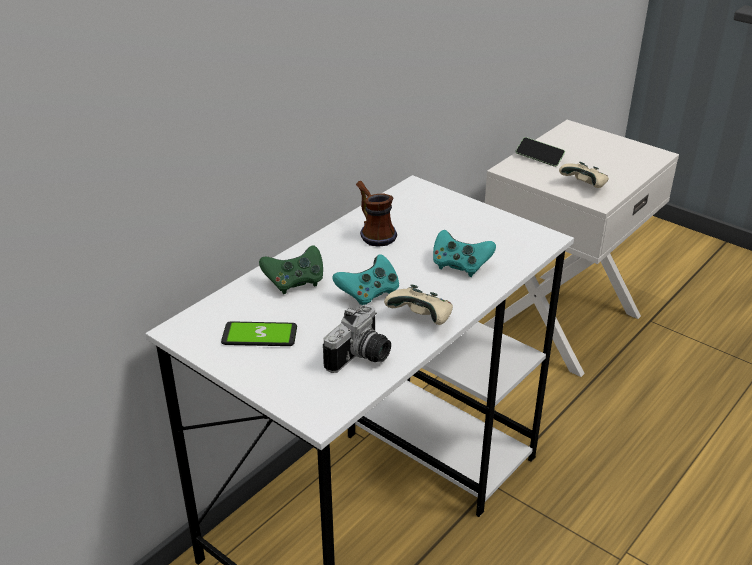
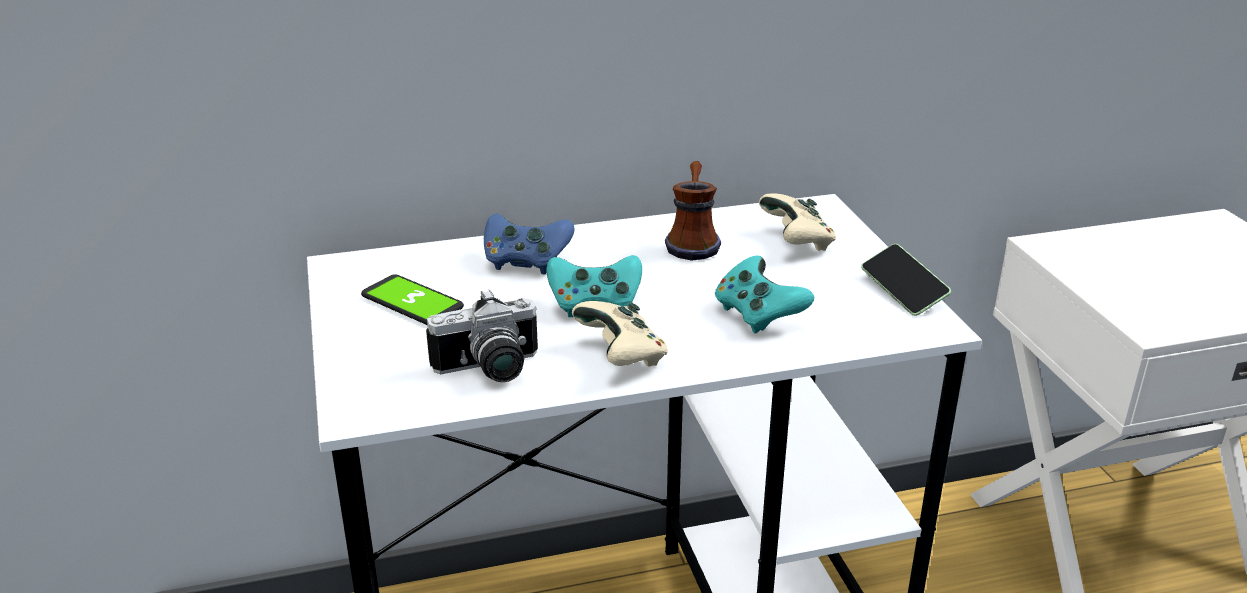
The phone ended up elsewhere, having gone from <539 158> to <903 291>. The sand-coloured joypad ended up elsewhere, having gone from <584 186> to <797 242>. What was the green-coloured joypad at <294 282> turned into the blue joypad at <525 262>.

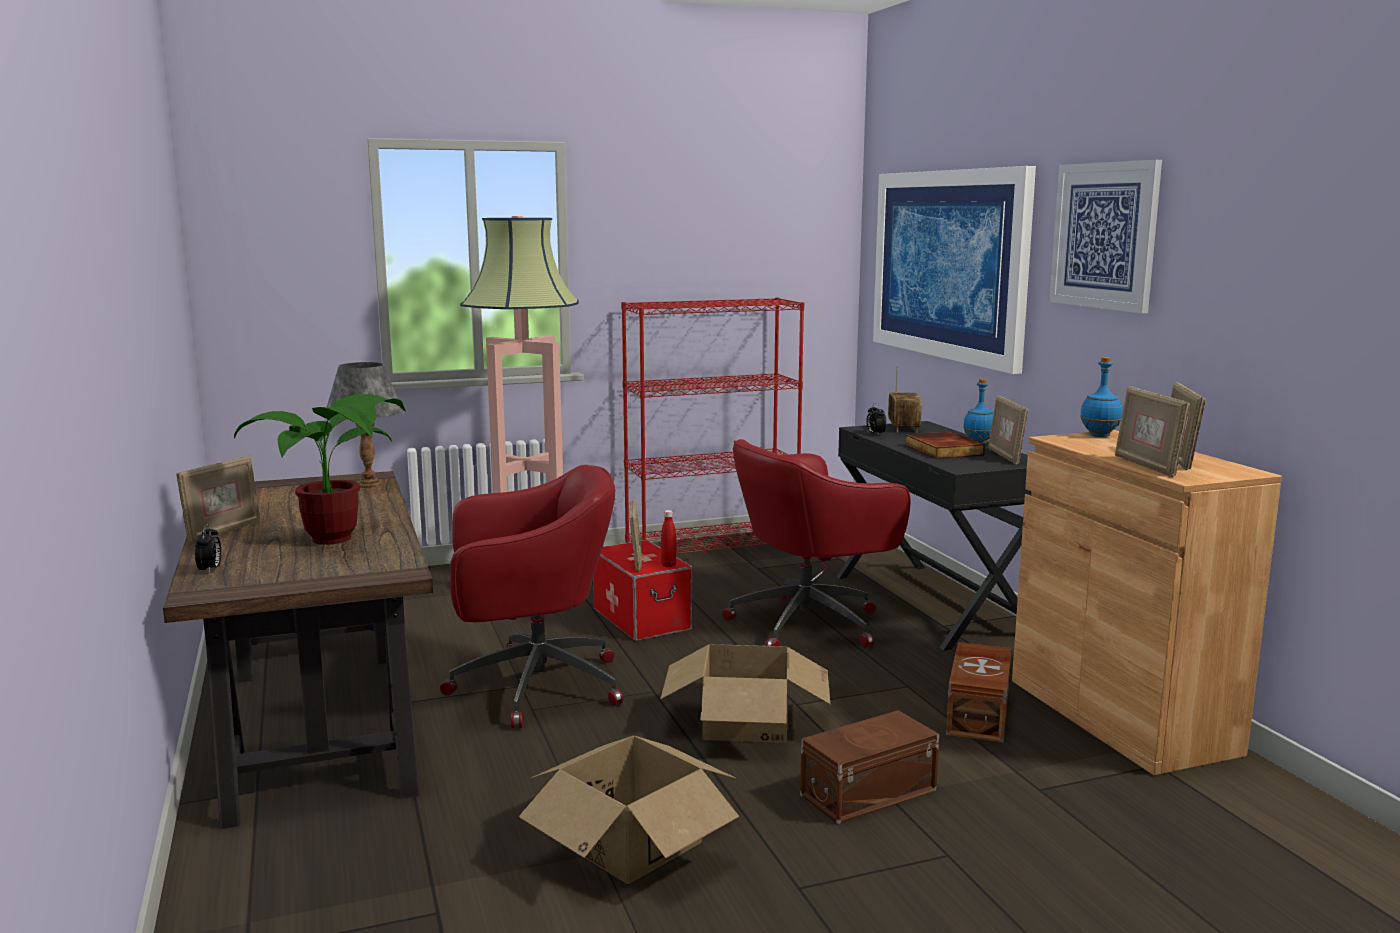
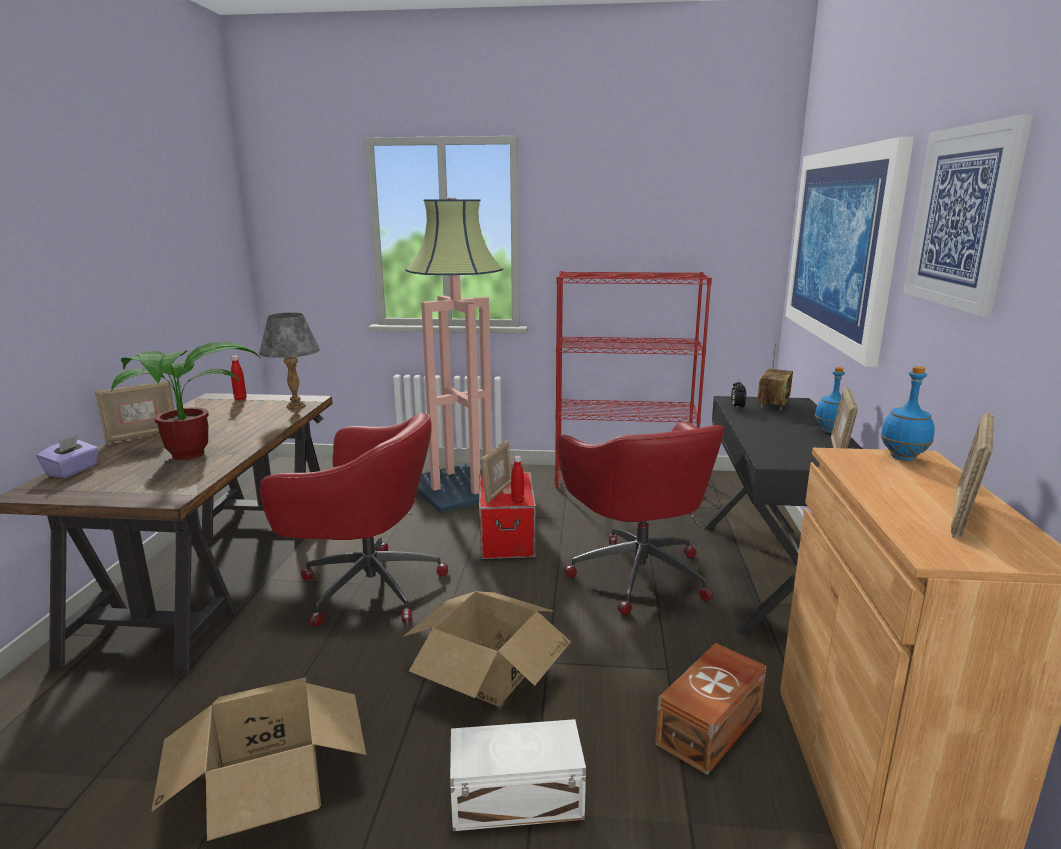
The second view lost the standing frame at <1146 466>. The second view lost the volume at <941 450>. The red computer chair at <810 623> ended up facing another way, 105 degrees counterclockwise from before. Where the bedside clock stood at <210 570>, the purple tissue holder came to stand at <73 470>. What was the brown storage container at <865 792> turned into the white-coloured storage container at <514 796>. The second view gained the red bottle at <240 399>.

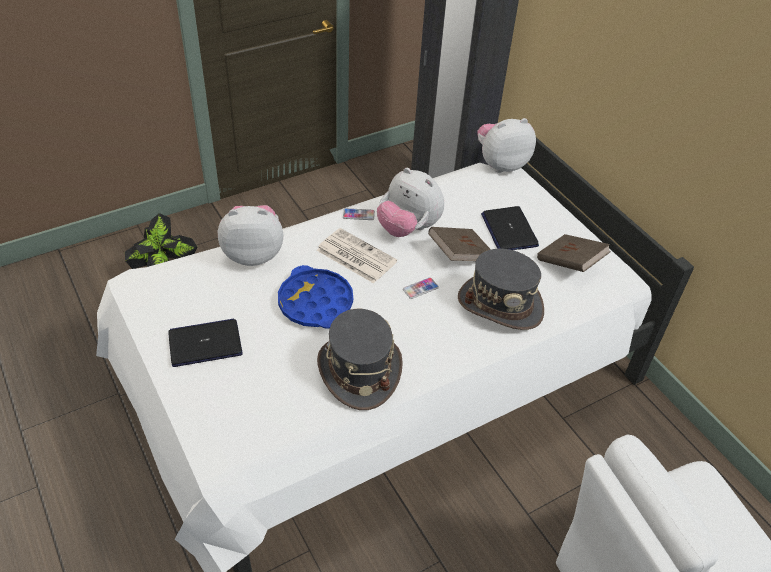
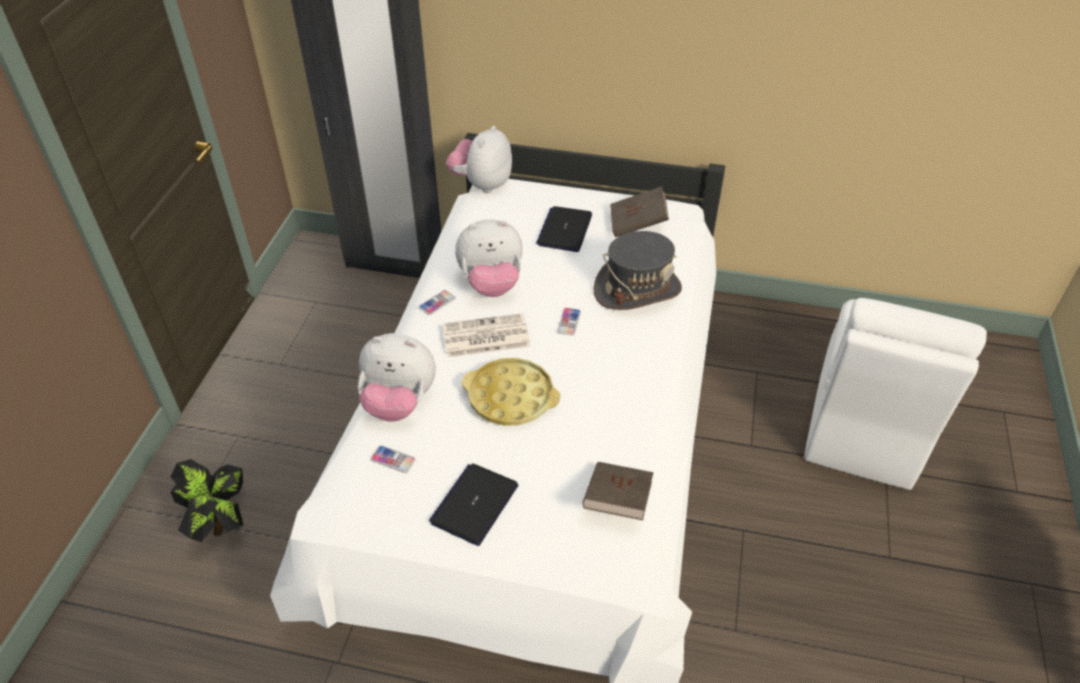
The cuddly toy at <253 254> ended up facing another way, 120 degrees counterclockwise from before. The laptop at <509 230> ended up facing another way, 75 degrees clockwise from before. The brown volume ended up elsewhere, having gone from <459 255> to <617 501>. What was the blue carrying tray at <315 303> turned into the yellowish carrying tray at <511 397>. The second view lost the gray wearable hat at <359 371>. The second view gained the phone at <393 460>.

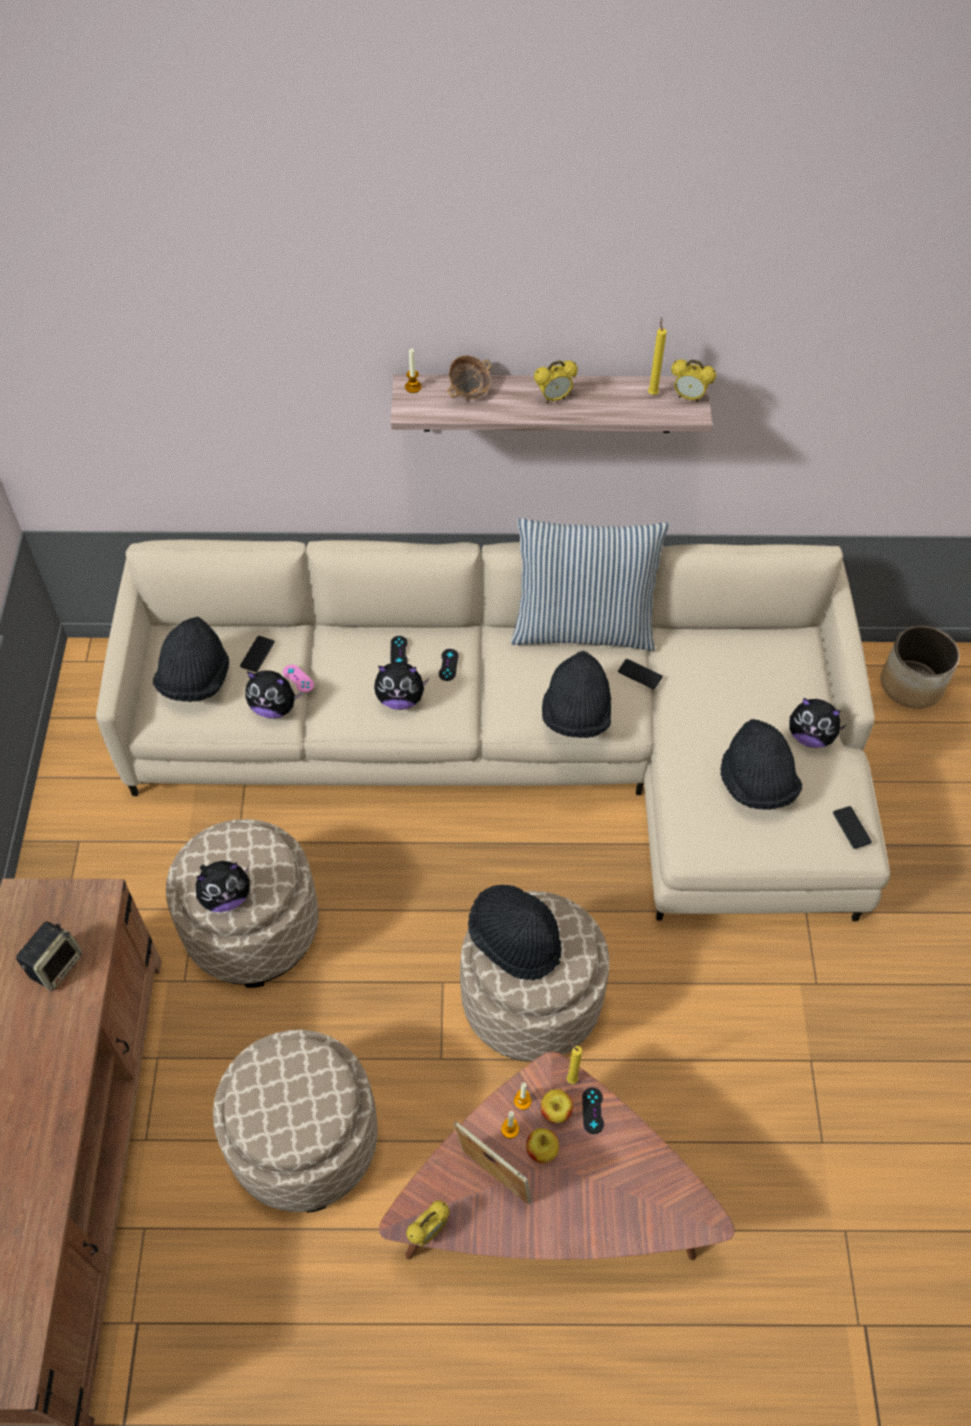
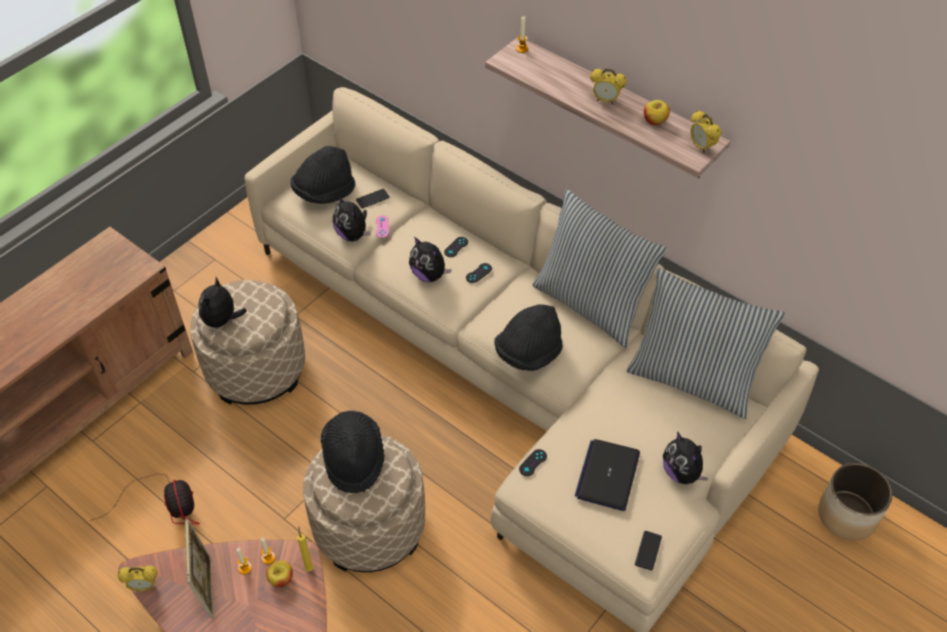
The second view lost the yellowish wax candle at <652 393>. The second view lost the serving bowl at <469 391>. The second view lost the phone at <640 674>. Where the black-coloured wearable hat stood at <756 783>, the laptop came to stand at <607 475>. The cuddly toy at <226 896> ended up facing another way, 90 degrees clockwise from before. The second view lost the audio speaker at <55 964>. Where the sand-coloured pouffe stood at <305 1141>, the electric fan came to stand at <167 505>. The black-coloured joypad ended up elsewhere, having gone from <593 1110> to <533 463>. The whole apple ended up elsewhere, having gone from <541 1150> to <654 121>. The second view gained the throw pillow at <692 379>.

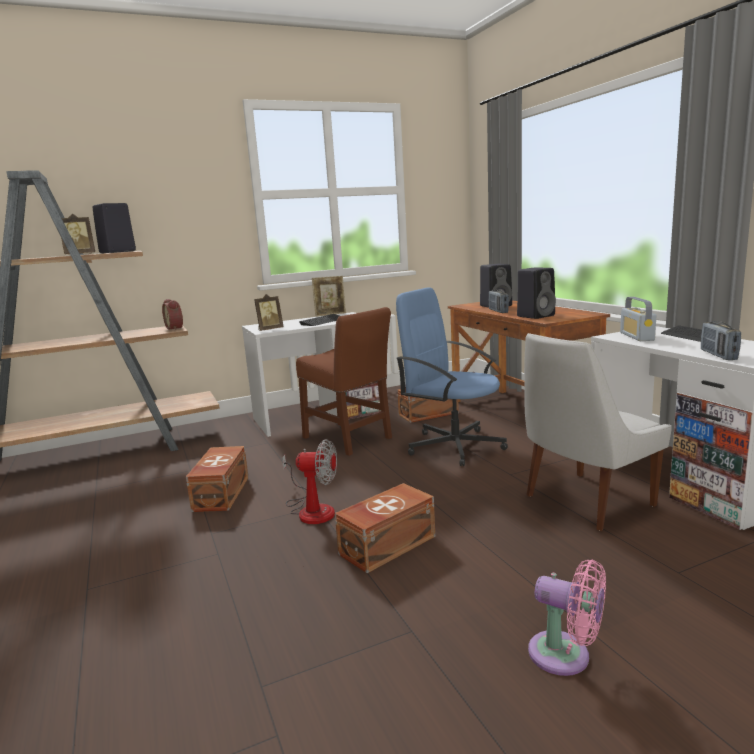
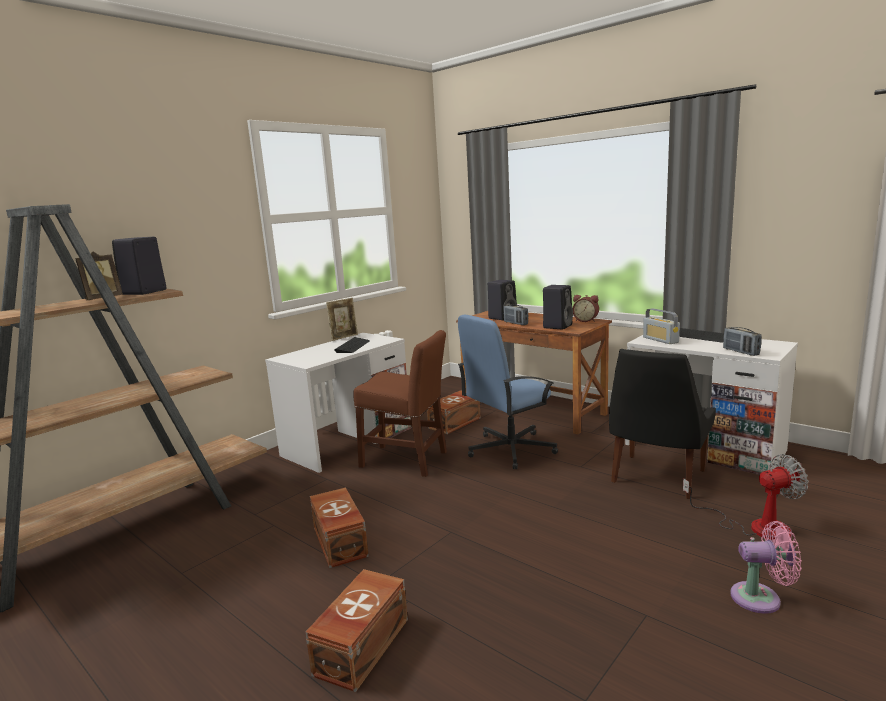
The blue computer chair at <454 446> ended up facing another way, 45 degrees counterclockwise from before. The second view lost the standing frame at <269 329>. The bedside clock ended up elsewhere, having gone from <176 328> to <586 320>. What was the white-coloured chair at <585 501> turned into the black-coloured chair at <657 478>. The electric fan ended up elsewhere, having gone from <312 509> to <755 526>. The brown storage container ended up elsewhere, having gone from <385 545> to <360 647>.

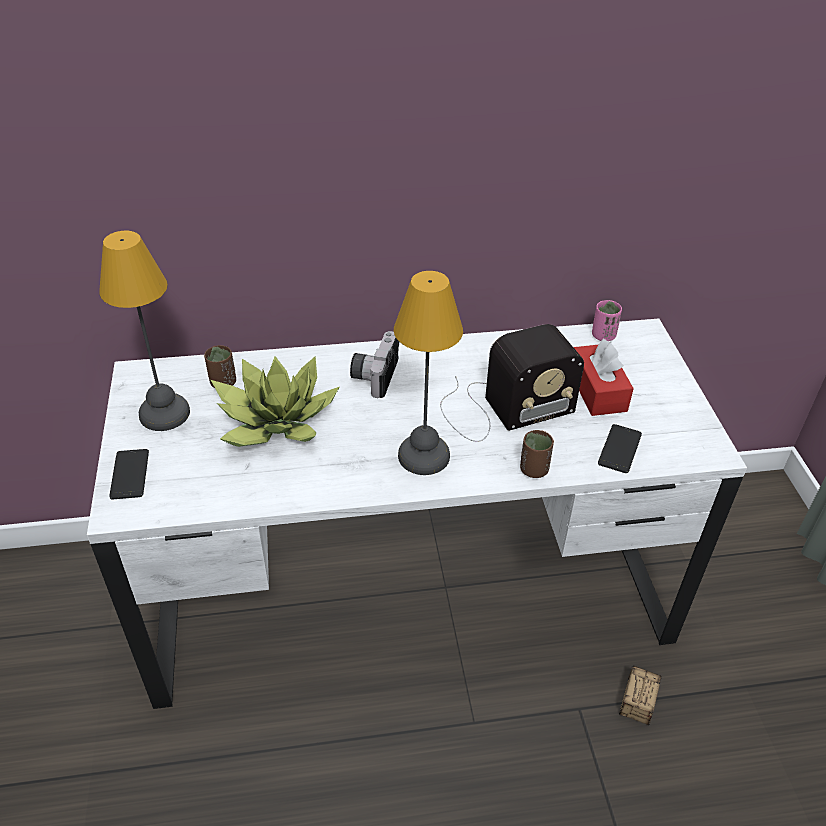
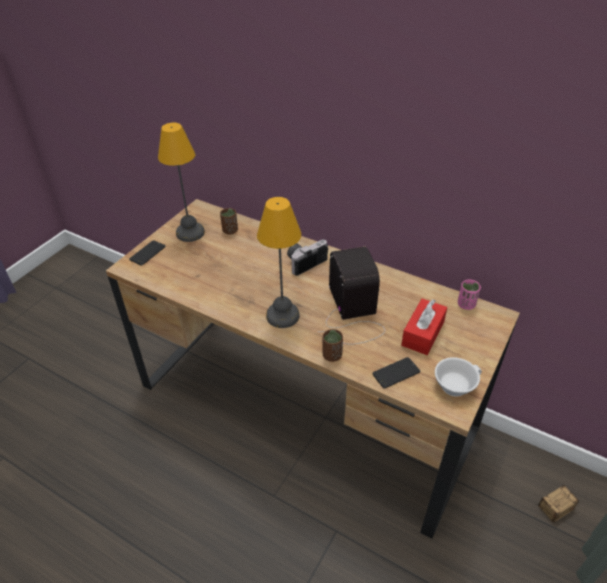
What was the white-coloured desk unit at <409 590> turned into the brown desk unit at <304 406>. The radio at <501 408> ended up facing another way, 120 degrees counterclockwise from before. The second view lost the houseplant at <274 421>. The storage container ended up elsewhere, having gone from <631 727> to <540 517>. The second view gained the white-coloured cup at <454 384>.

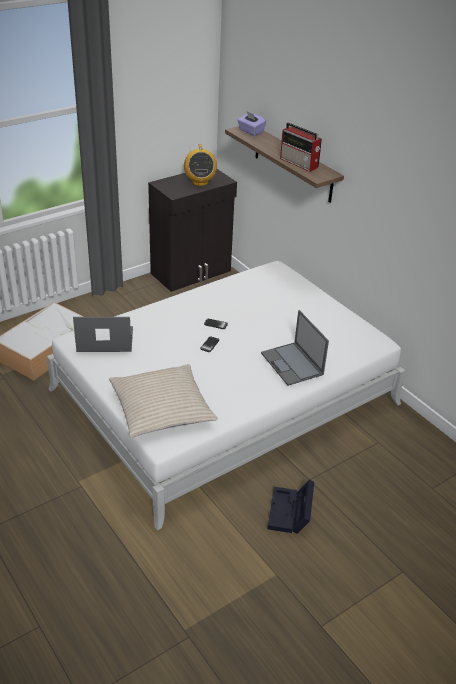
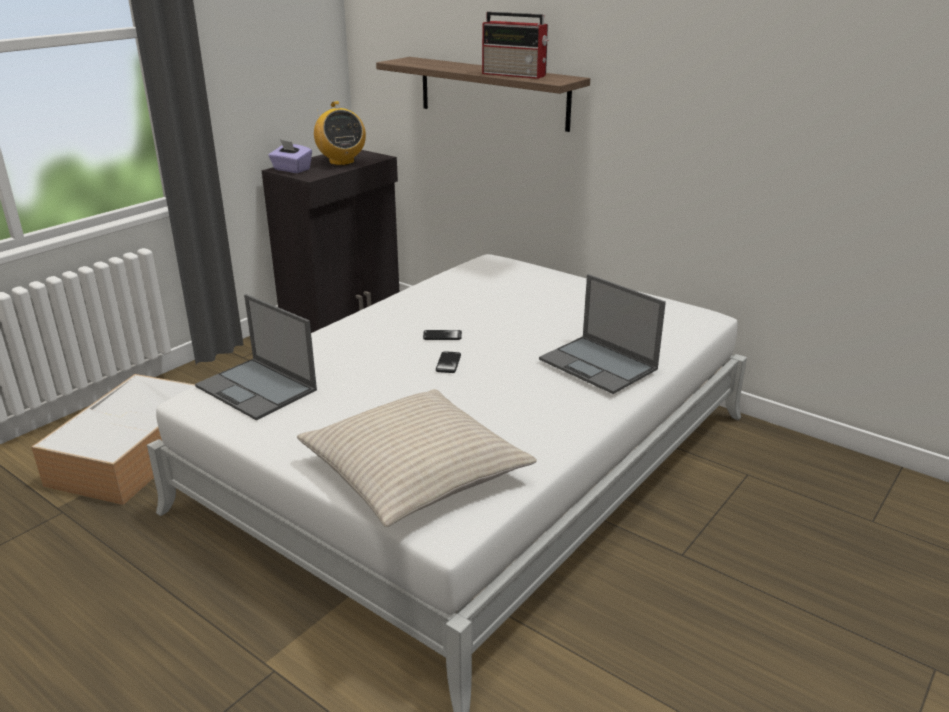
The purple tissue holder ended up elsewhere, having gone from <250 131> to <291 170>. The laptop at <104 340> ended up facing another way, 120 degrees counterclockwise from before. The second view lost the black-coloured storage container at <290 513>.

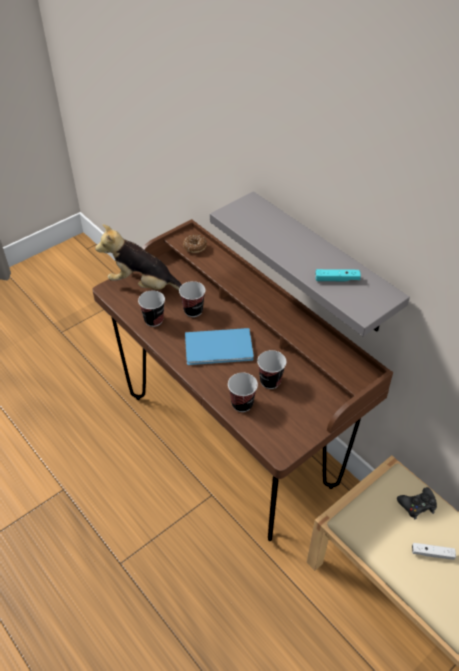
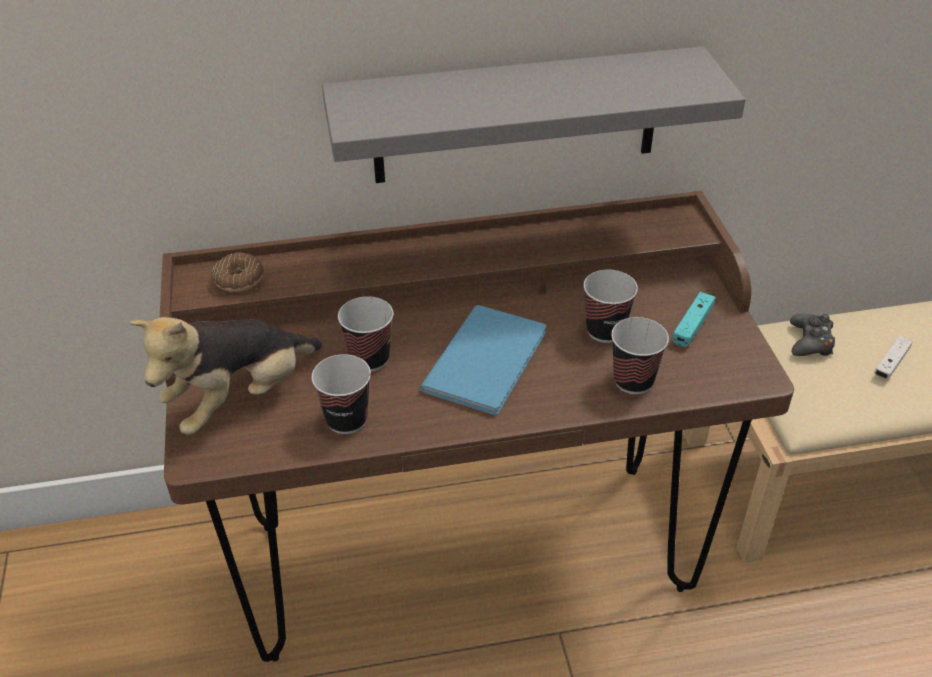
The turquoise-coloured joypad ended up elsewhere, having gone from <337 279> to <692 325>.

